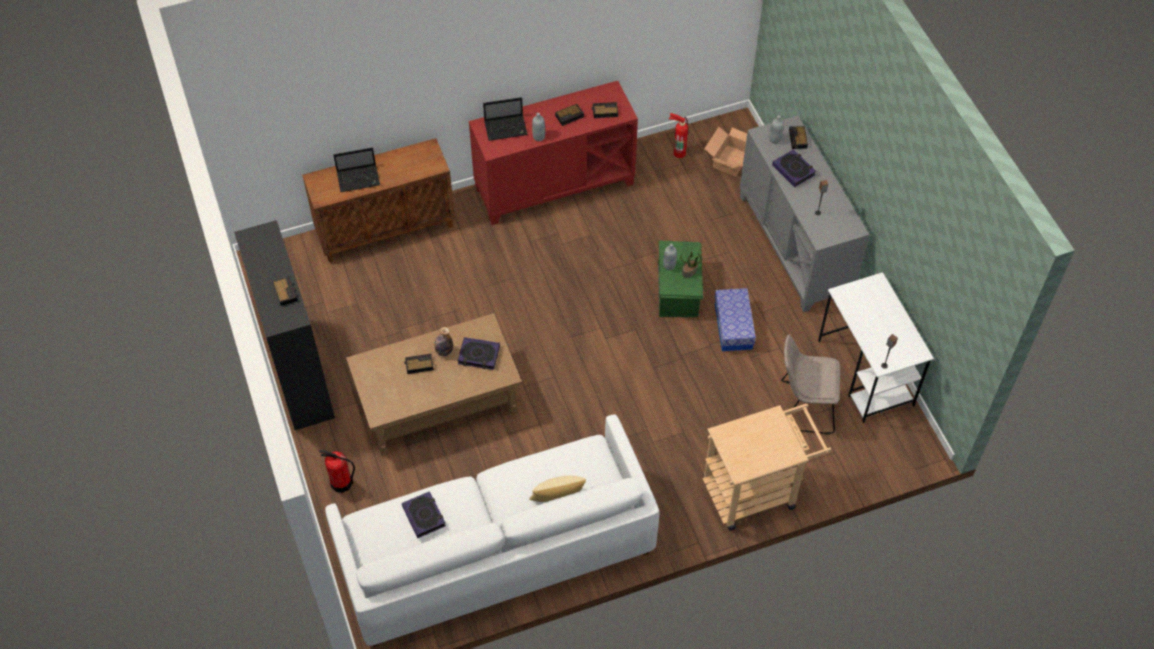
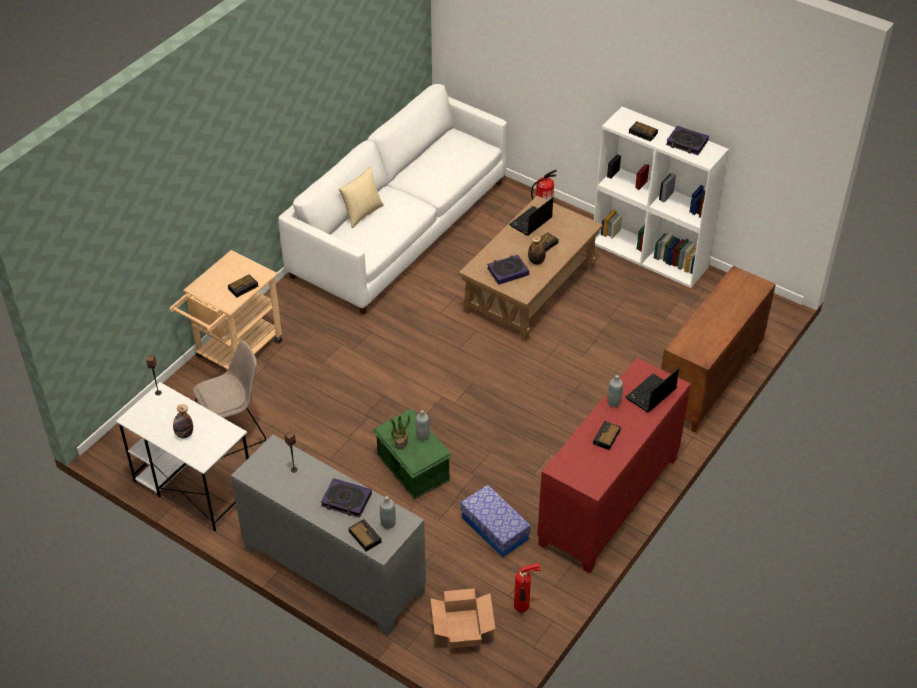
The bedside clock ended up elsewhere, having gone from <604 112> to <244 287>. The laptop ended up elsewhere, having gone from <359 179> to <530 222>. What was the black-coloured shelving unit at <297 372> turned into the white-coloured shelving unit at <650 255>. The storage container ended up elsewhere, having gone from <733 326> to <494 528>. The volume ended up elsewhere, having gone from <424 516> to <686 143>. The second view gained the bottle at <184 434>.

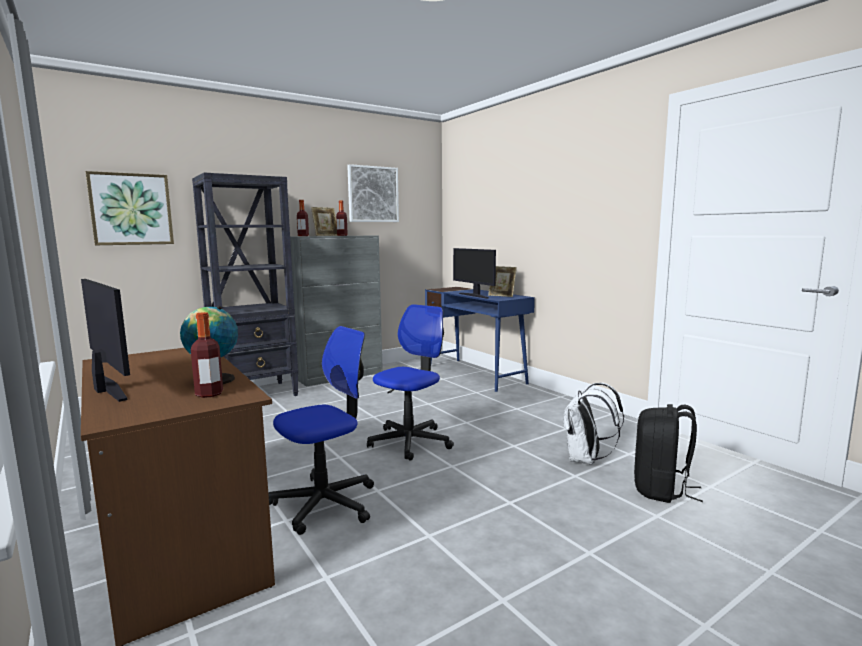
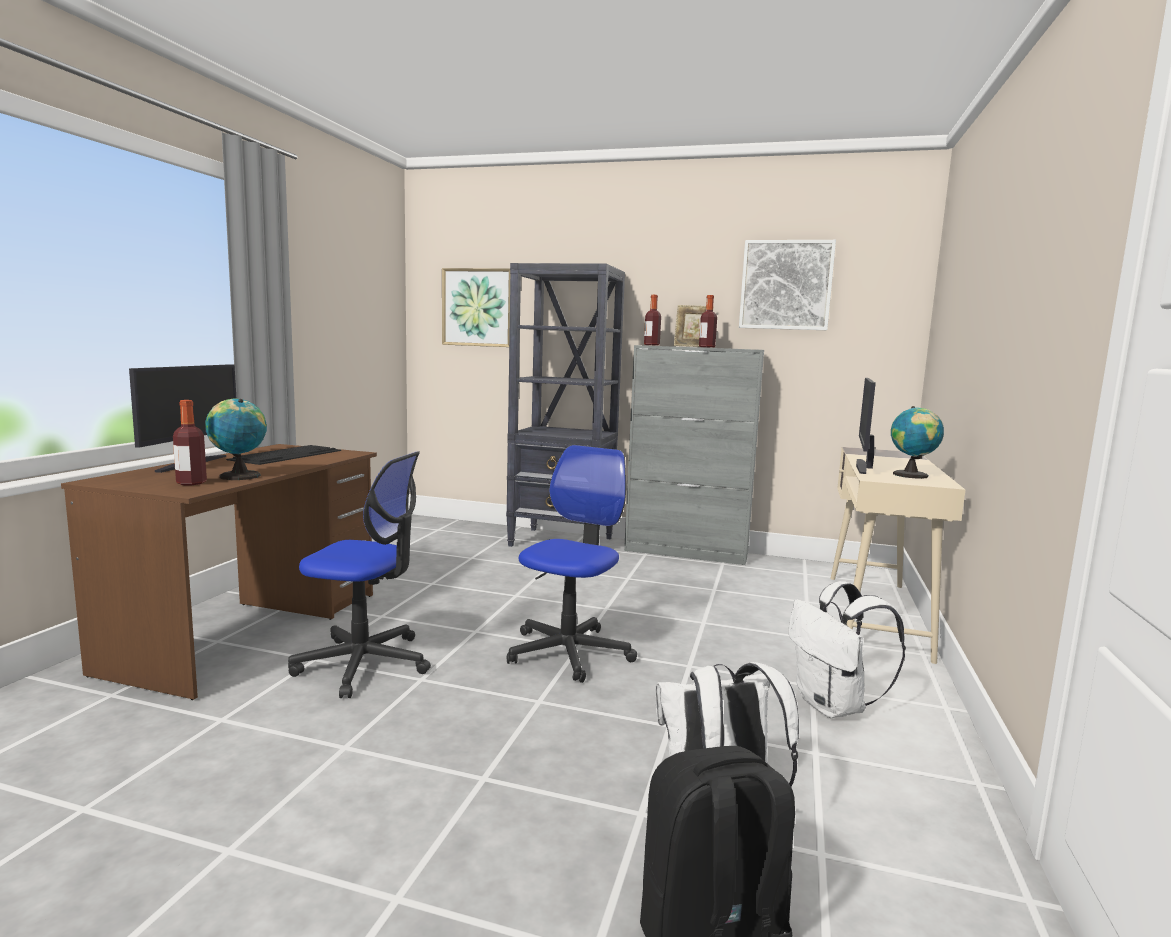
Where the standing frame stood at <502 295>, the globe came to stand at <912 475>. What was the blue desk unit at <475 374> turned into the sand-coloured desk unit at <876 615>. The computer chair at <410 442> ended up facing another way, 60 degrees counterclockwise from before. The second view gained the computer keyboard at <287 455>. The second view gained the white-coloured rucksack at <833 707>.

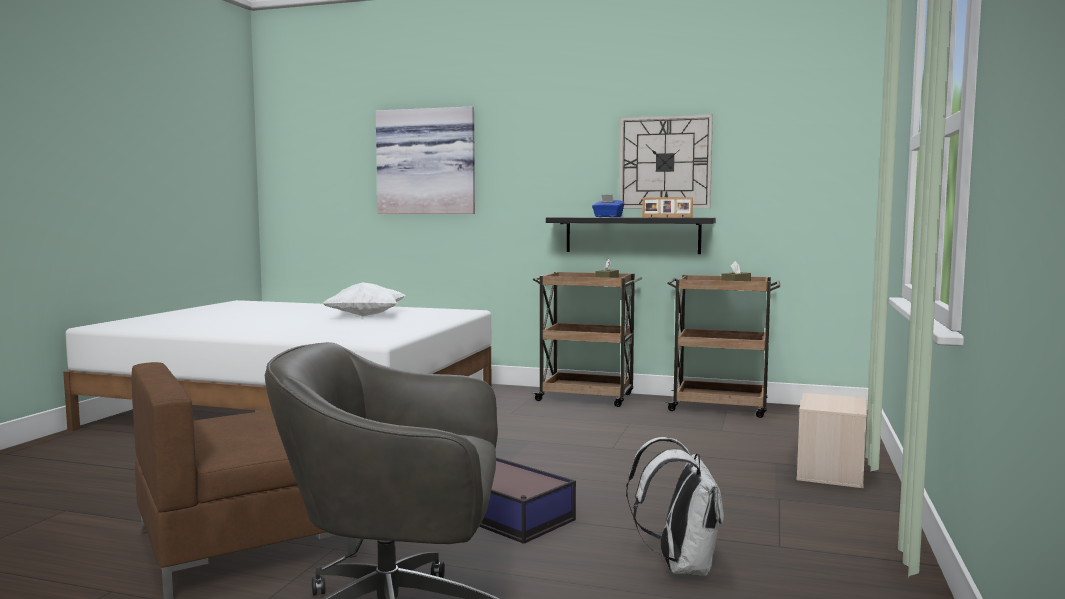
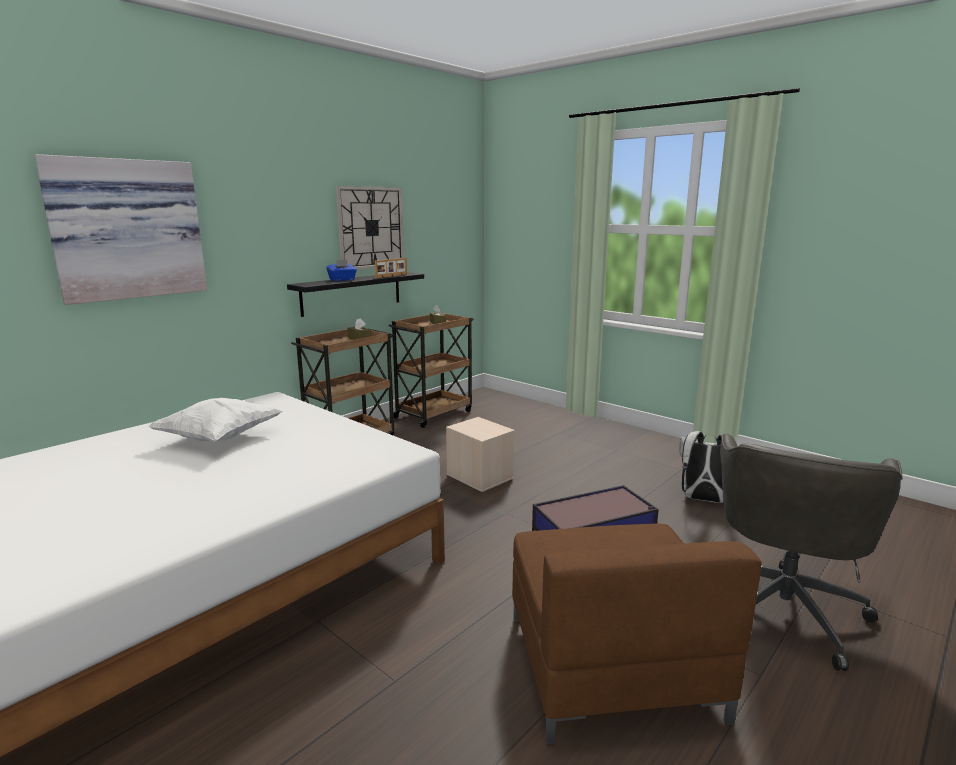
The sand-coloured storage container ended up elsewhere, having gone from <829 472> to <478 476>.

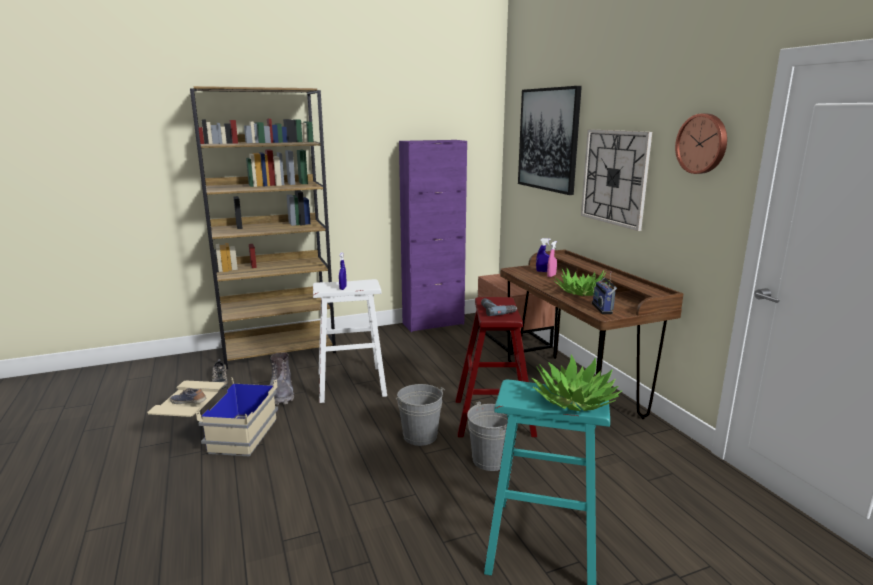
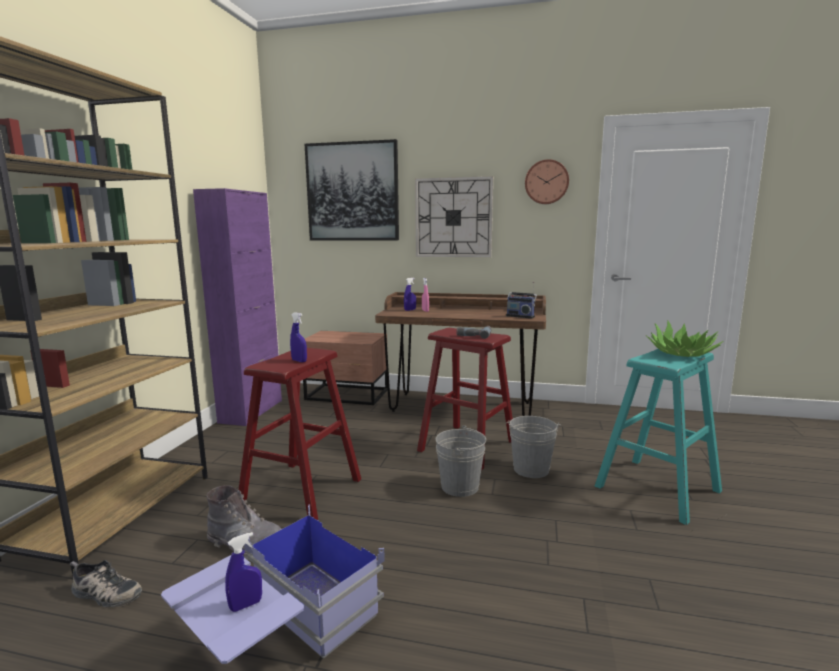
The second view lost the houseplant at <581 292>. What was the white-coloured stool seat at <351 384> turned into the red stool seat at <302 490>. What was the sand-coloured storage container at <219 435> turned into the blue storage container at <281 633>. Where the low shoe stood at <189 403>, the blue sprayer came to stand at <246 605>.

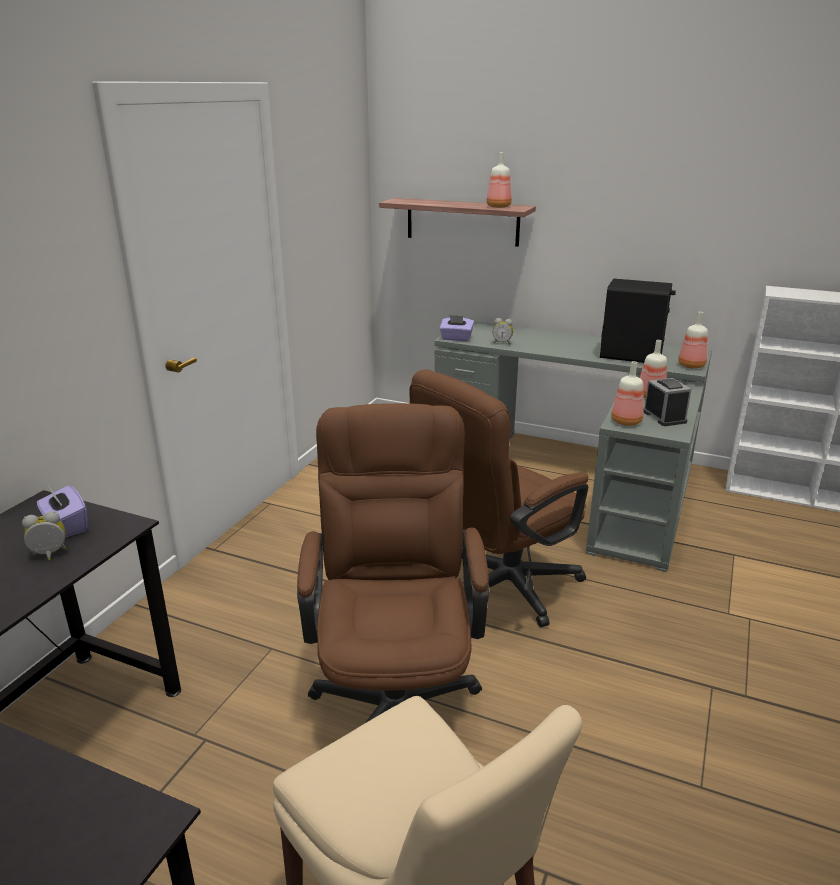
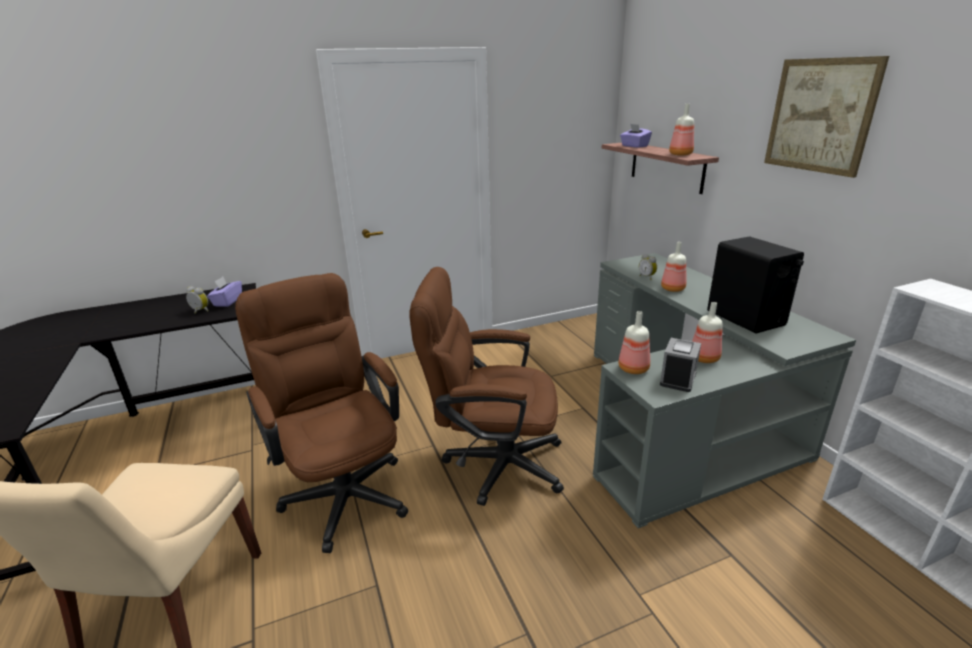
The bottle ended up elsewhere, having gone from <690 365> to <672 288>. The purple tissue holder ended up elsewhere, having gone from <456 338> to <634 146>. The brown computer chair at <396 699> ended up facing another way, 75 degrees counterclockwise from before. The second view gained the picture at <820 116>.

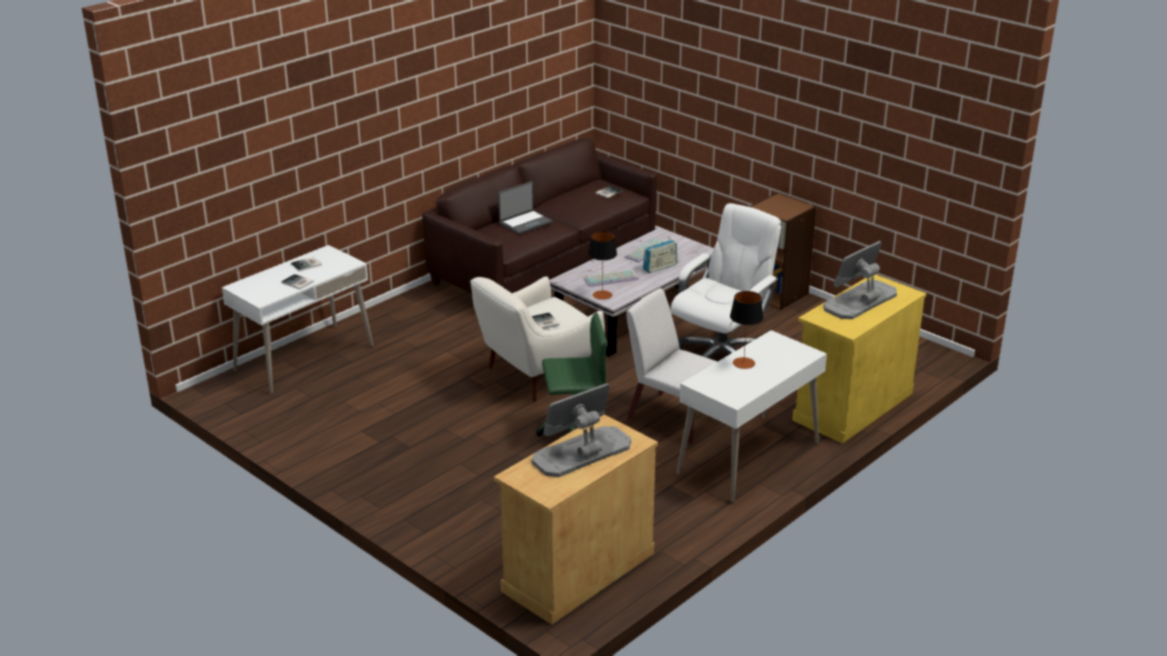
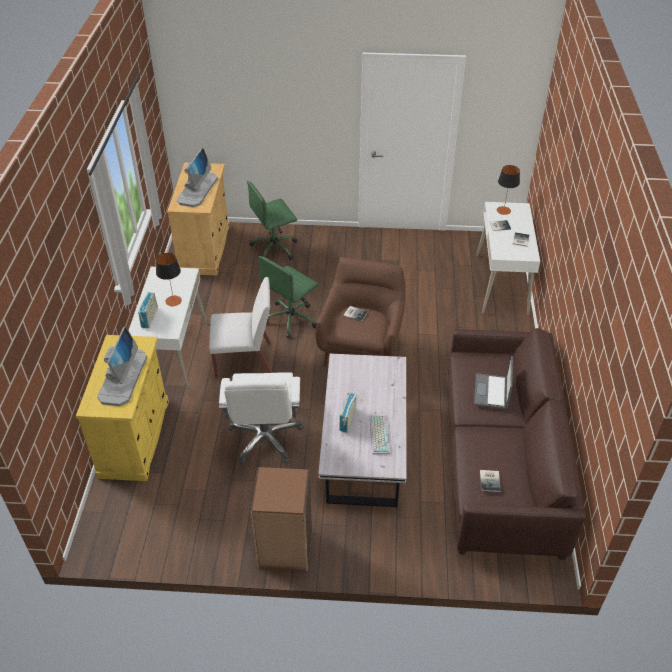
The tabletop lamp ended up elsewhere, having gone from <602 295> to <503 210>. The second view lost the computer keyboard at <611 278>. What was the white-coloured easy chair at <537 374> turned into the brown easy chair at <361 347>. The second view gained the green-coloured computer chair at <275 248>. The second view gained the radio at <149 318>.

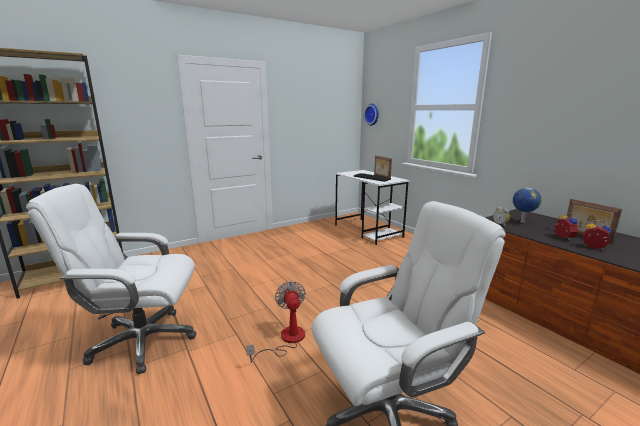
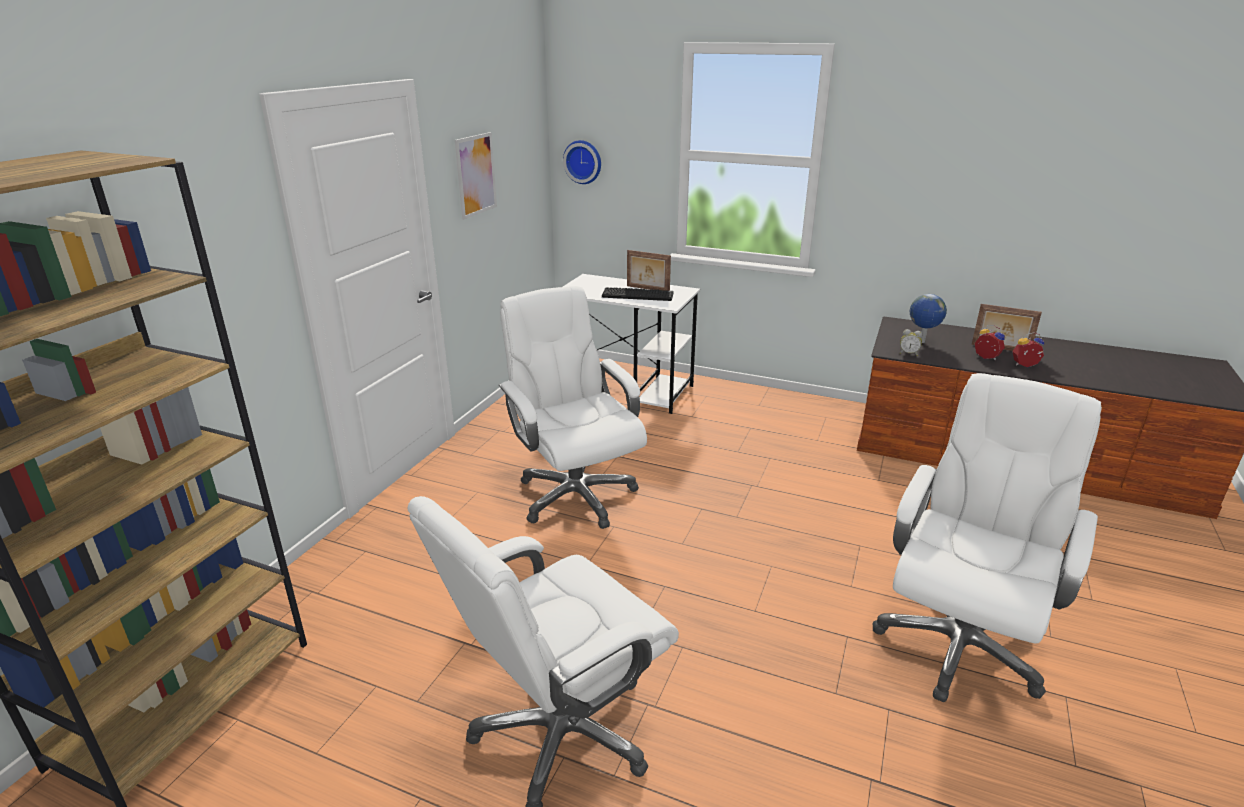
The second view lost the electric fan at <286 340>. The second view gained the picture at <476 175>. The second view gained the white-coloured computer chair at <575 495>.

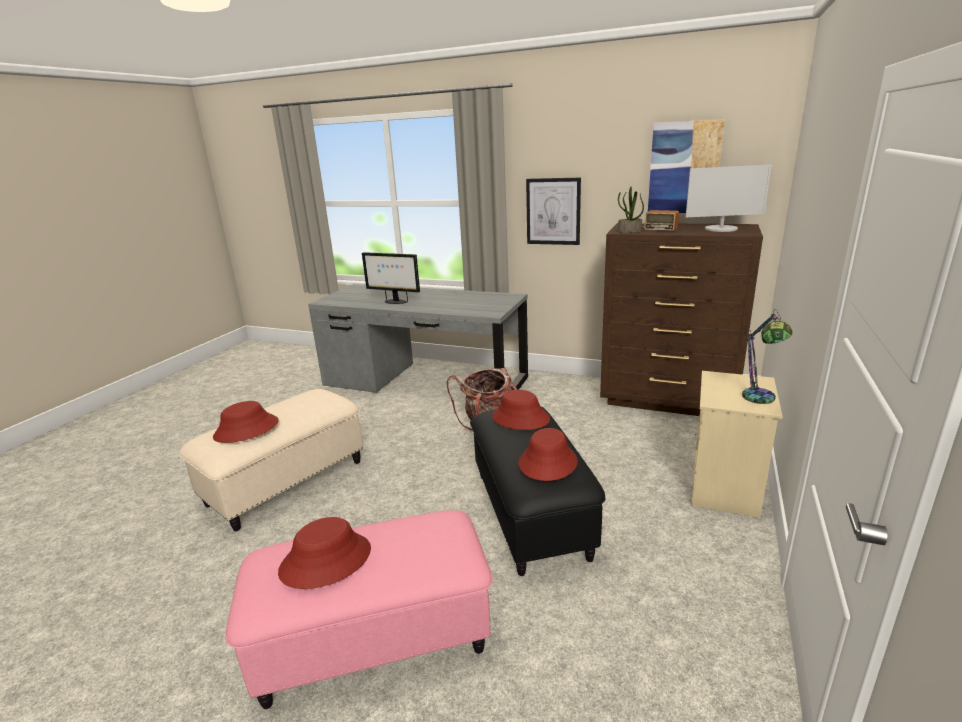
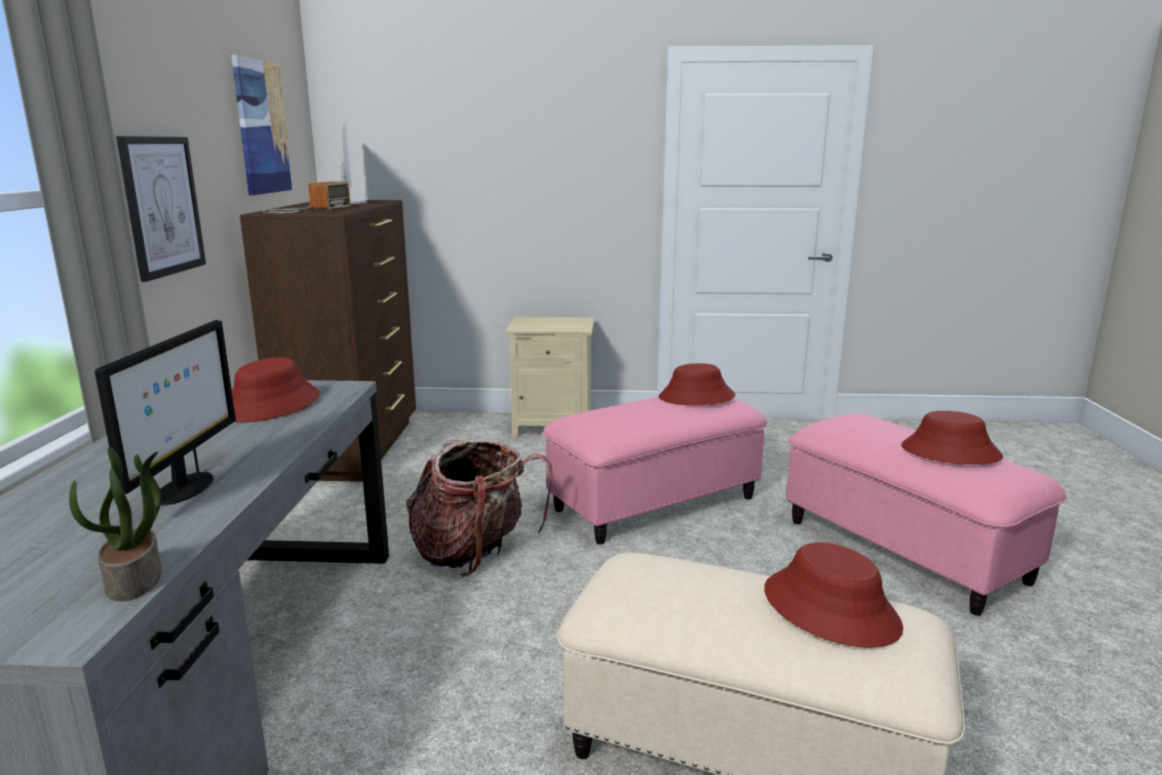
The houseplant ended up elsewhere, having gone from <629 231> to <135 581>. The second view lost the tabletop lamp at <758 401>. The red wearable hat ended up elsewhere, having gone from <520 418> to <272 405>. What was the black-coloured pouffe at <532 513> turned into the pink pouffe at <654 503>.

